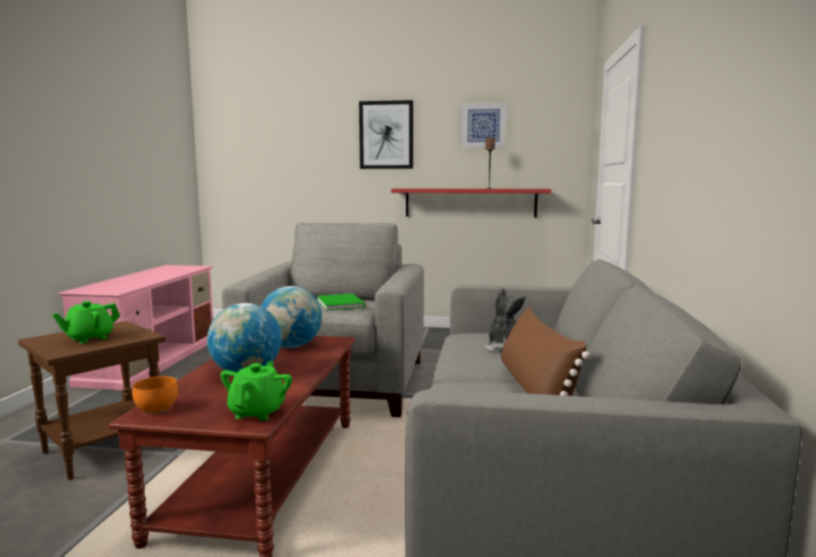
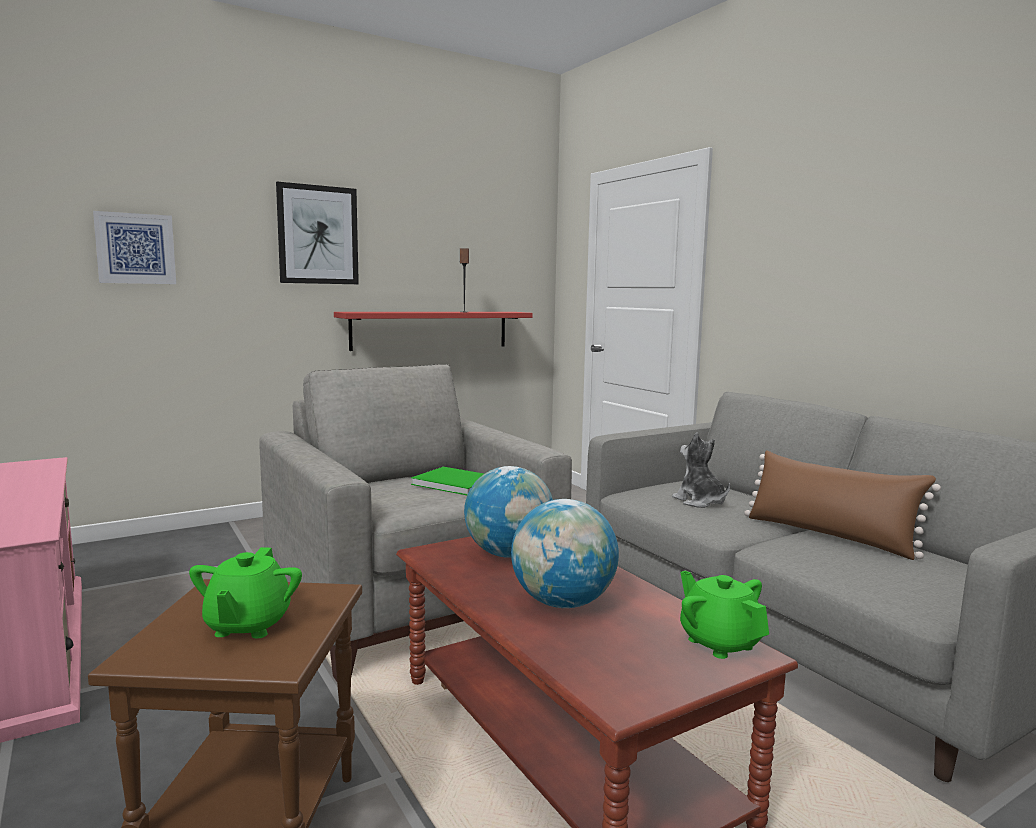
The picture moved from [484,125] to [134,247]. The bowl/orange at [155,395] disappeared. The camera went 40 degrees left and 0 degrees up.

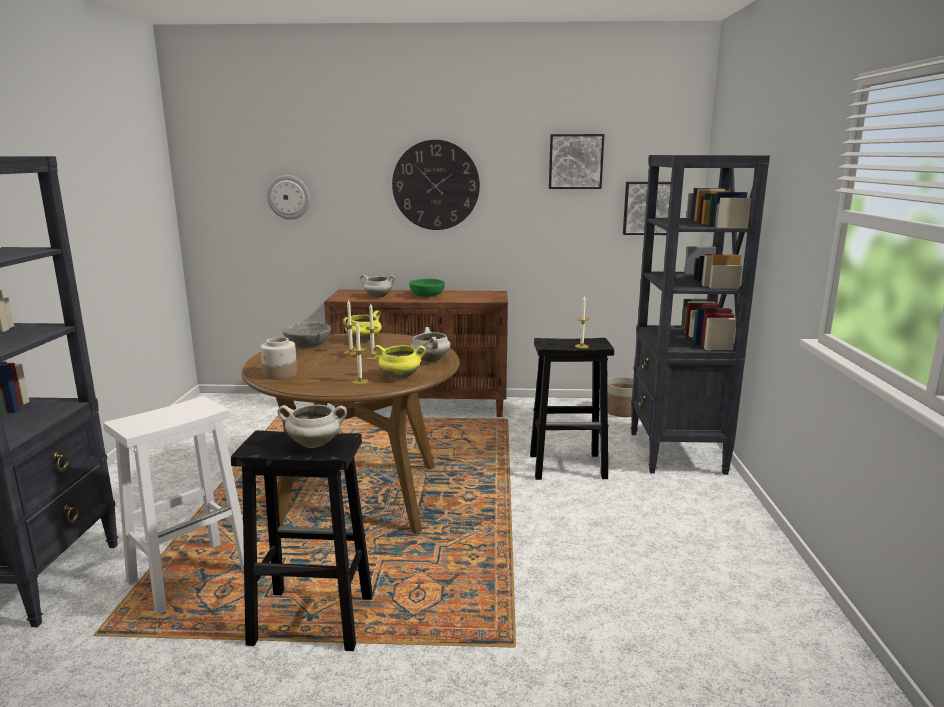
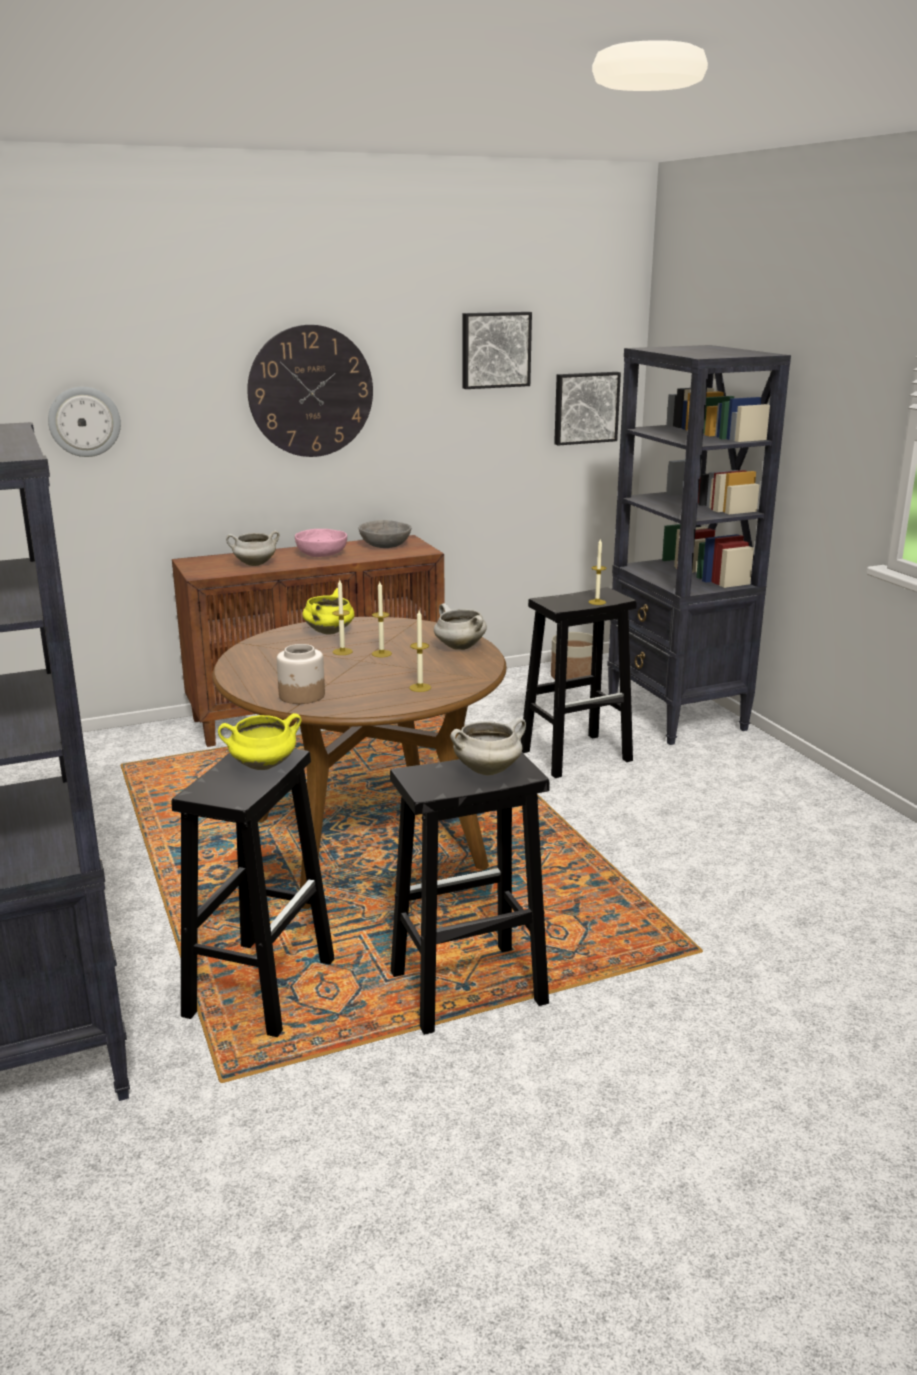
The bowl/green at [427,288] became the bowl/pink at [321,543]. The bowl/grey moved from [307,334] to [385,534]. The cooking pot/yellow moved from [399,362] to [259,741]. The stool/white at [173,505] became the stool/black at [253,893]. The camera went 25 degrees left and 5 degrees up.

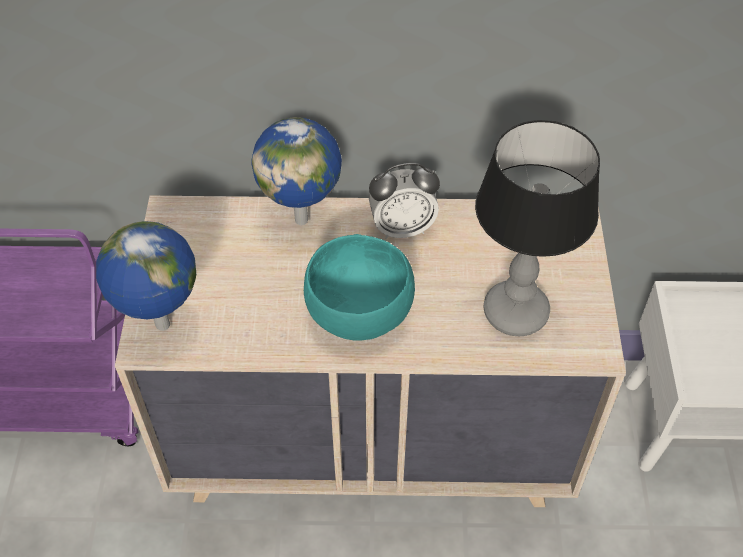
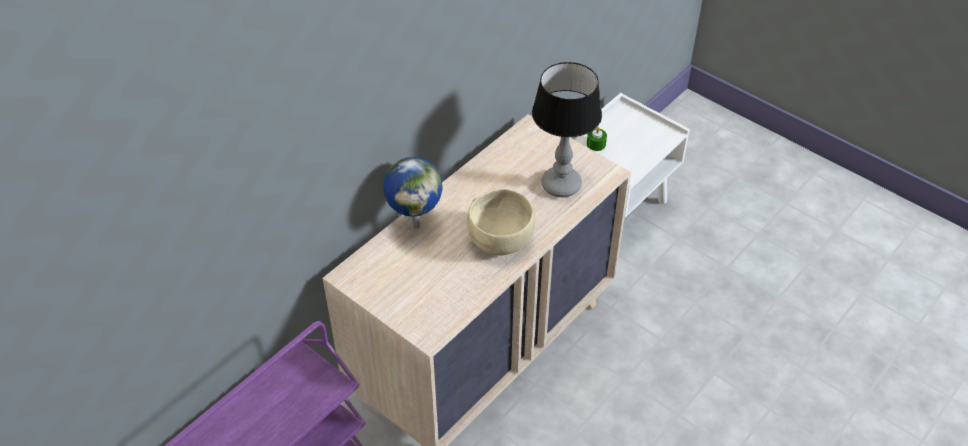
The alarm clock at [404,201] disappeared. The globe at [146,276] disappeared. The bowl/turquoise at [359,287] became the bowl/beige at [501,222]. The candle/green at [597,139] appeared. The camera went 50 degrees left and 5 degrees down.

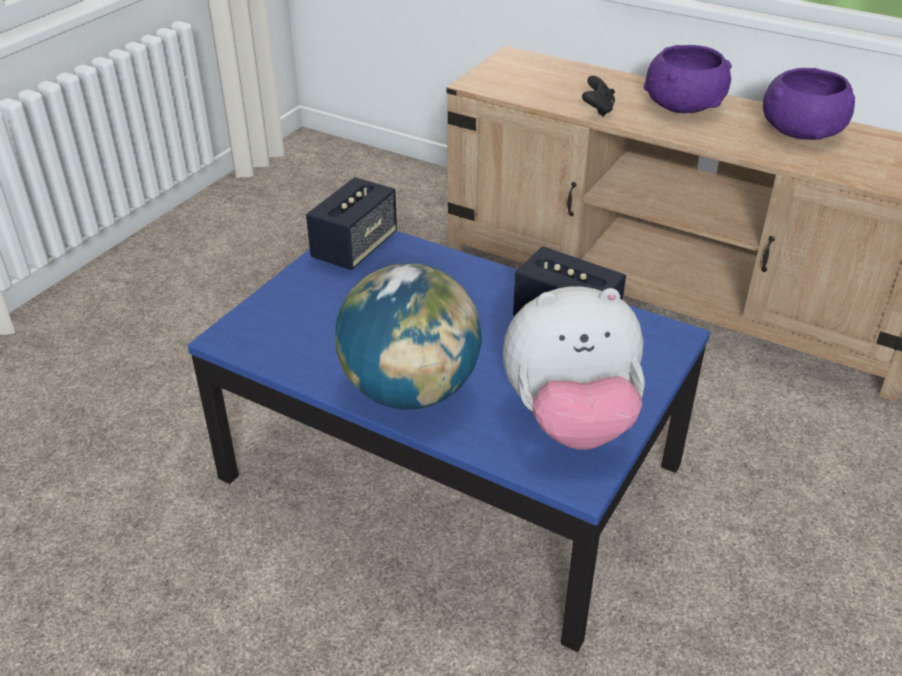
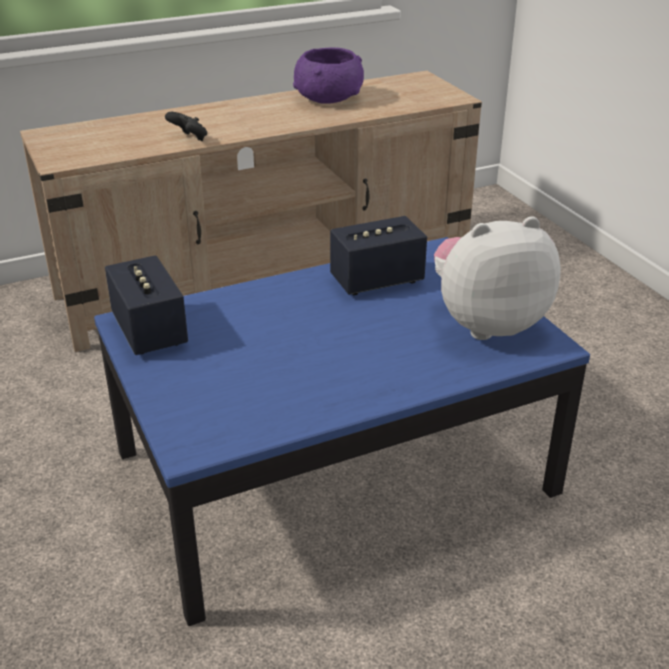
The bowl/purple at [688,79] disappeared. The globe at [408,336] disappeared. The plush toy at [574,368] turned 135 degrees counterclockwise. The camera went 55 degrees left and 5 degrees down.

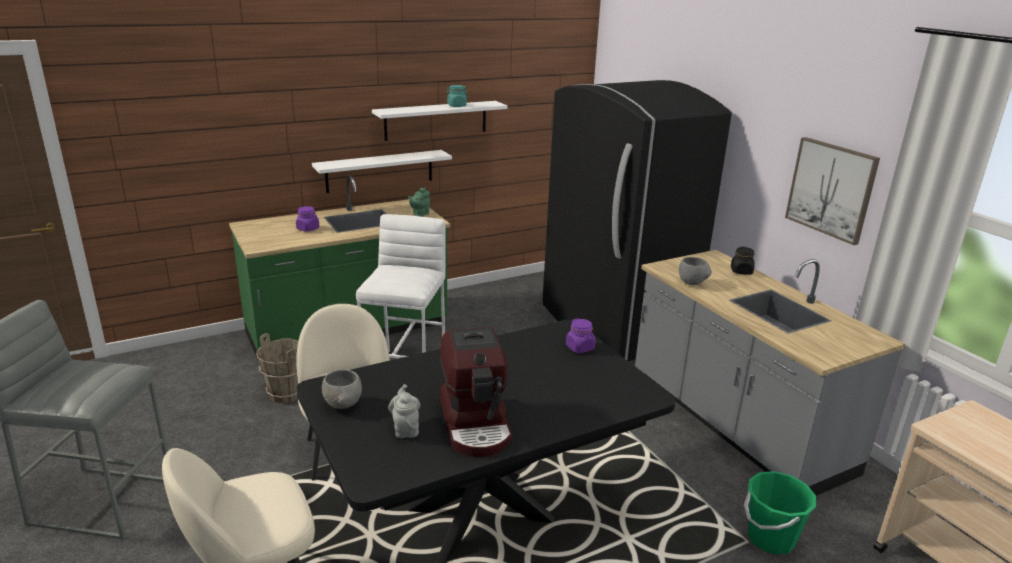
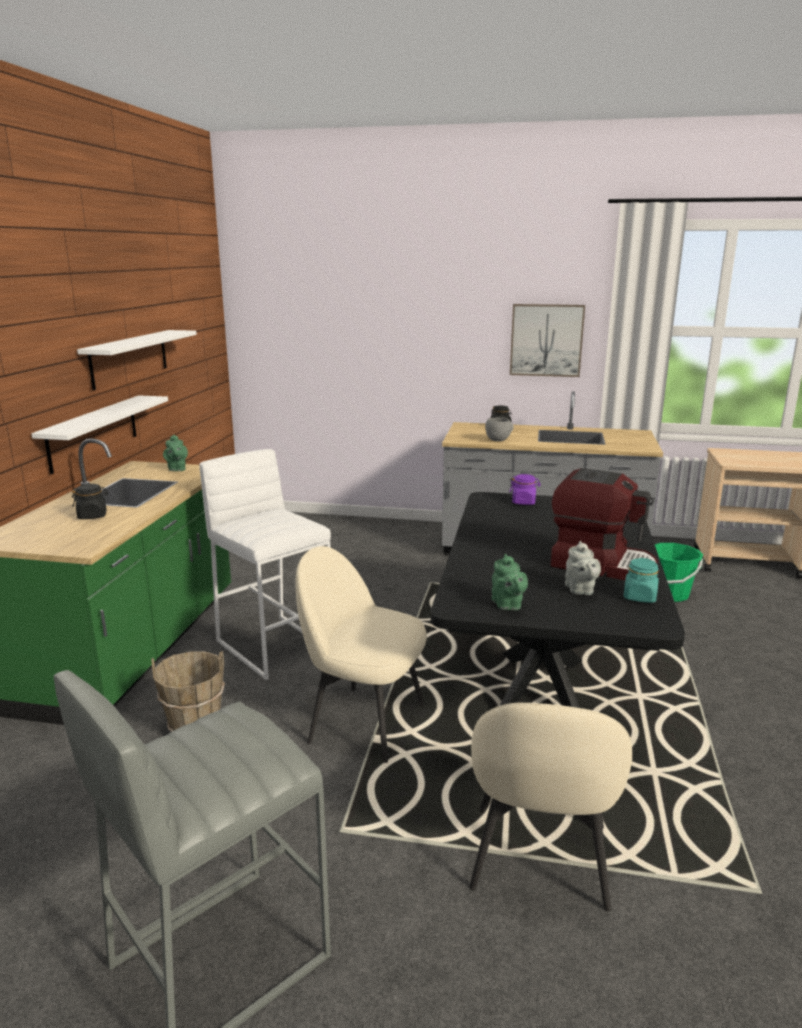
The fridge/black at [637,221] disappeared. The jar/turquoise moved from [457,96] to [641,580]. The jar/purple at [307,219] became the jar/black at [90,501]. The bowl/grey at [342,389] was replaced by the teapot/green at [510,582]. The teapot/grey at [404,411] turned 120 degrees counterclockwise. The camera went 50 degrees left and 5 degrees down.

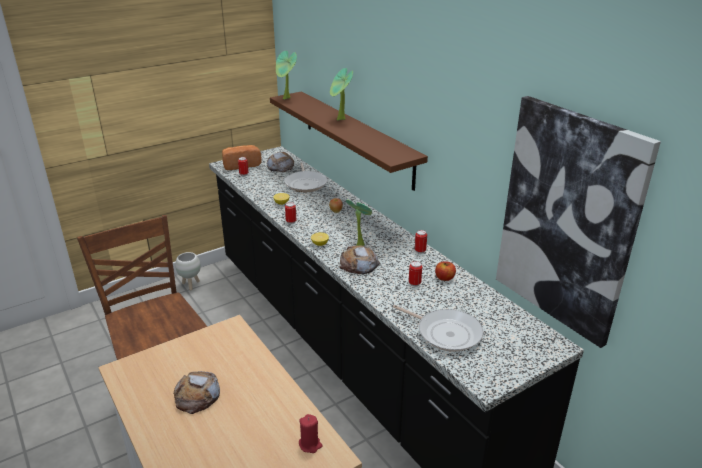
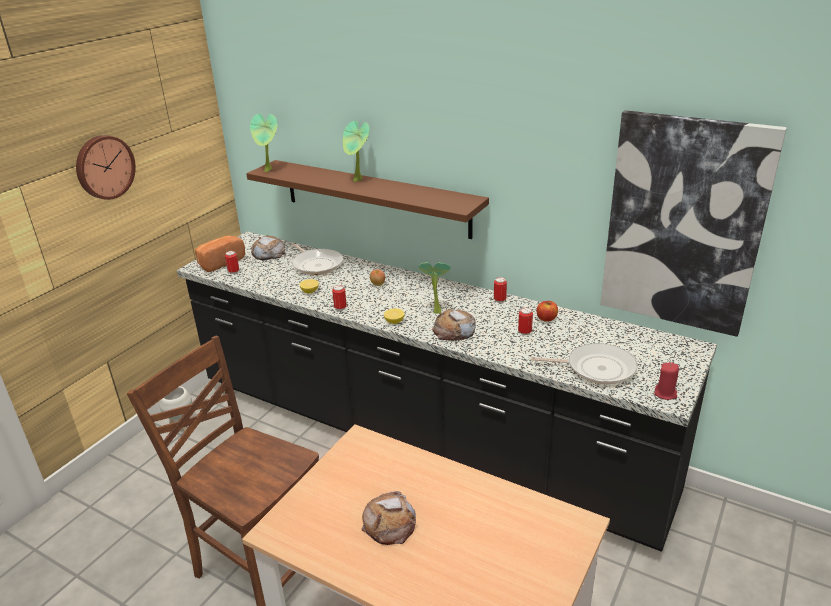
The candle/red moved from [310,433] to [666,381]. The wall clock at [106,167] appeared. The camera went 25 degrees left and 0 degrees up.

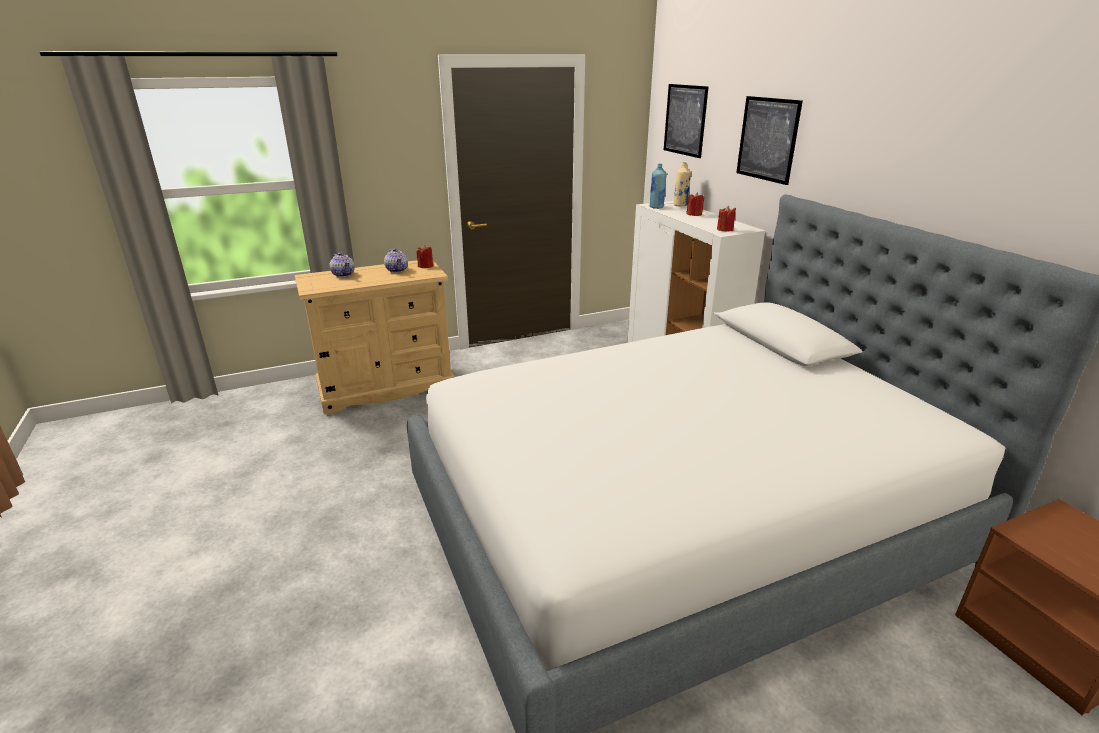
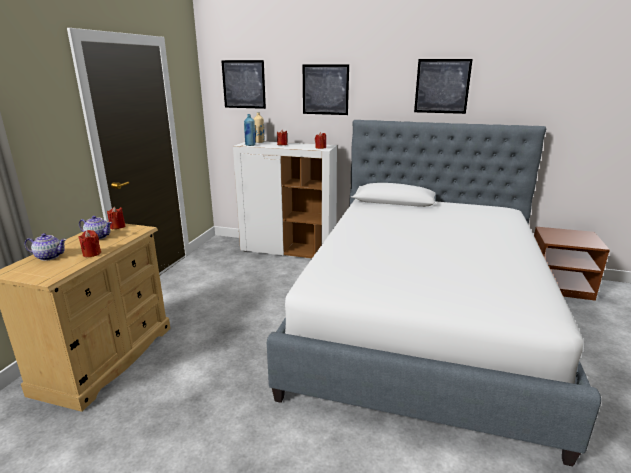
The picture at [443,86] appeared. The candle/red at [89,243] appeared. The camera went 50 degrees left and 5 degrees down.

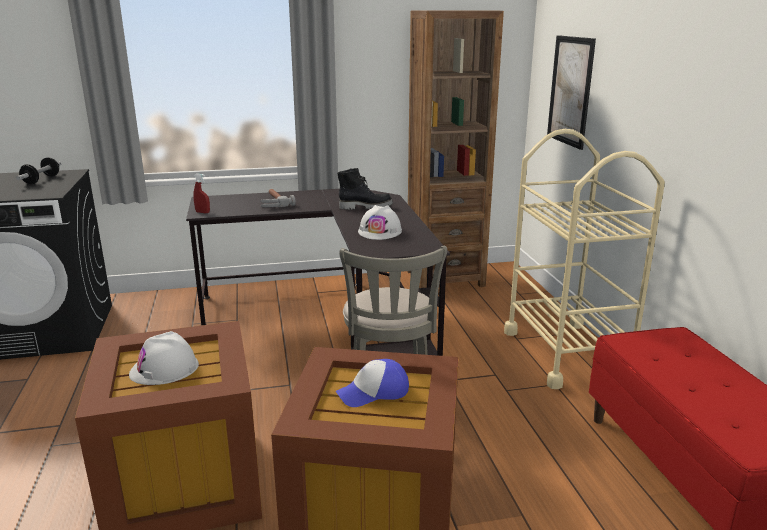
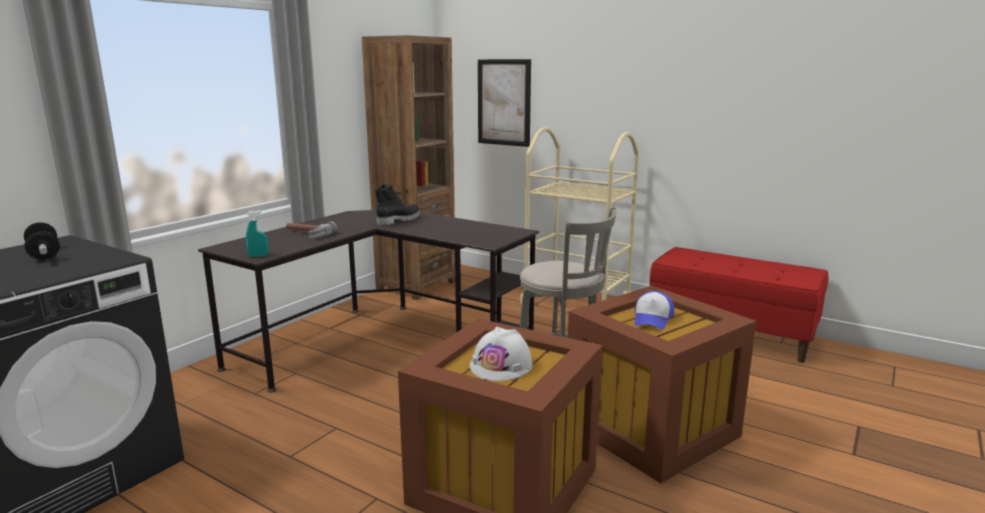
The spray bottle/red at [201,193] became the spray bottle/turquoise at [257,233]. The hard hat/white at [380,222] disappeared. The camera went 45 degrees left and 5 degrees down.

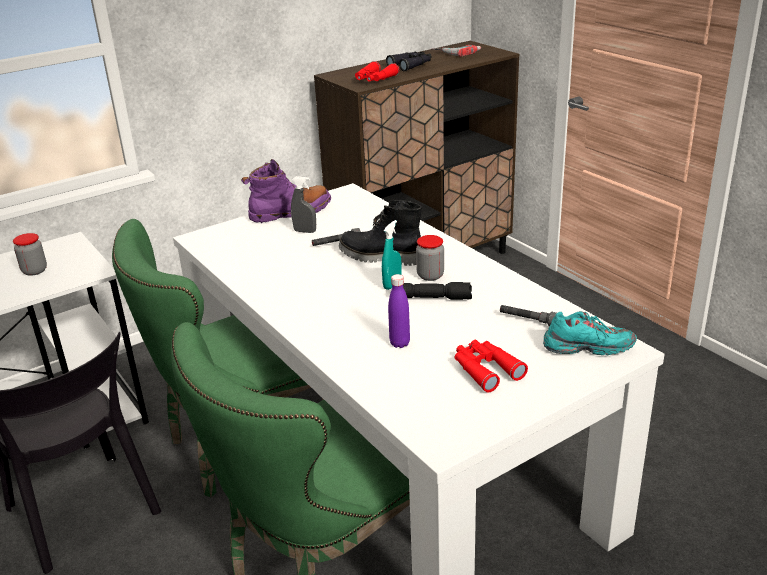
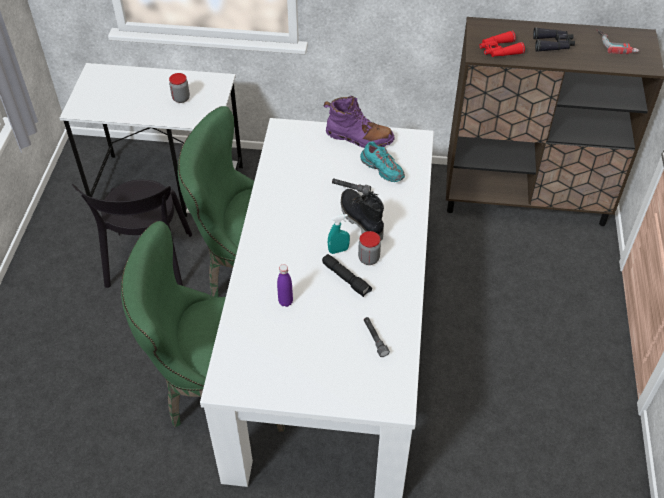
The spray bottle/grey at [303,204] disappeared. The shoe/turquoise moved from [590,333] to [382,161]. The binoculars/red at [491,366] disappeared. The camera went 40 degrees right and 20 degrees up.

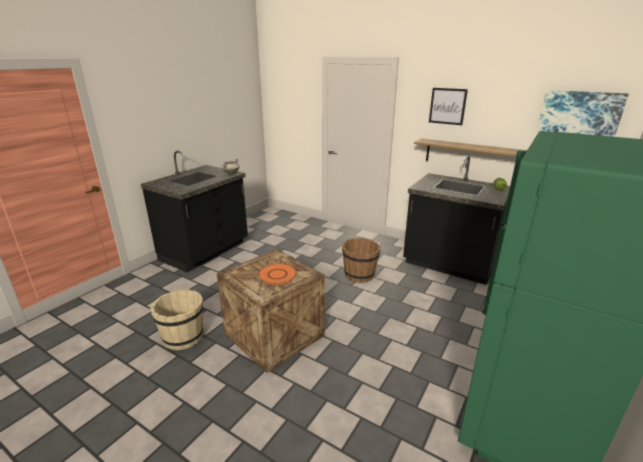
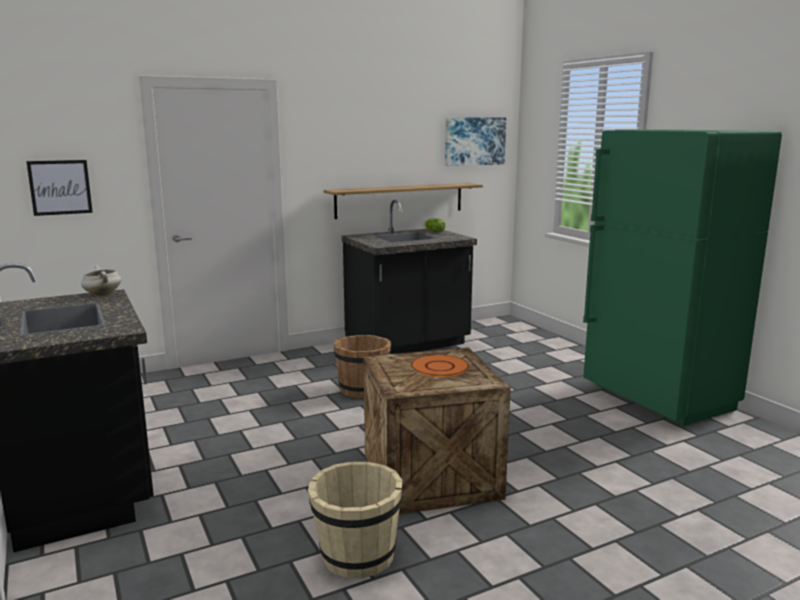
The picture moved from [448,106] to [59,188]. The camera went 60 degrees left and 10 degrees down.

